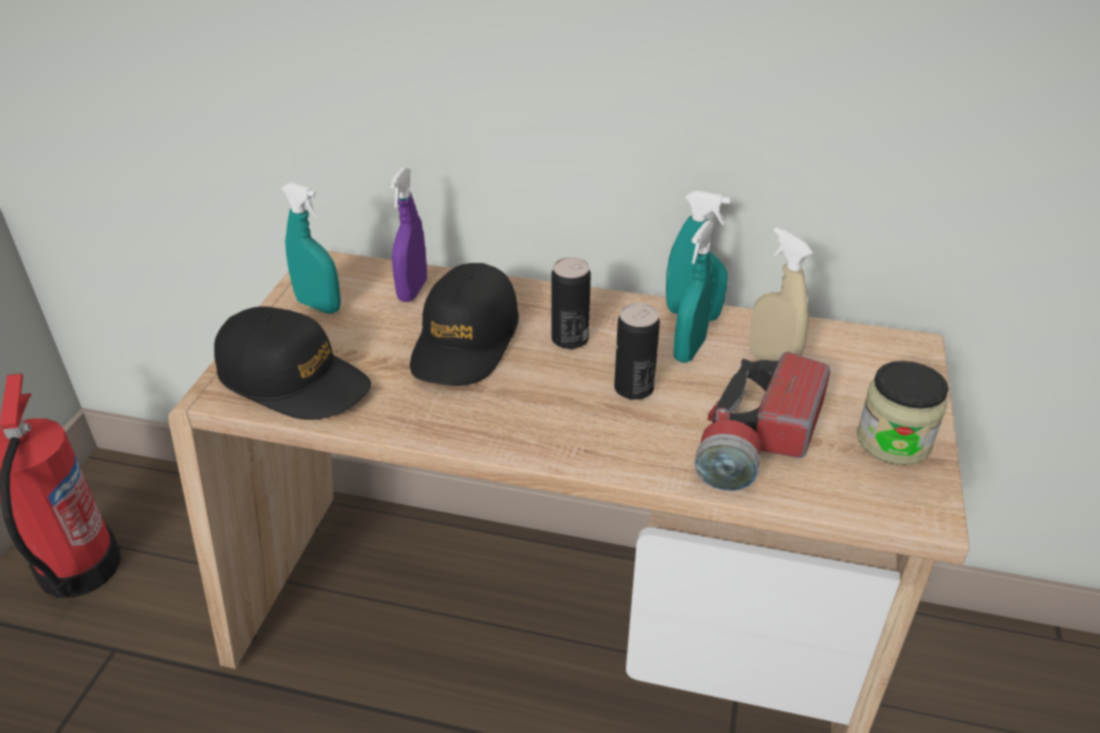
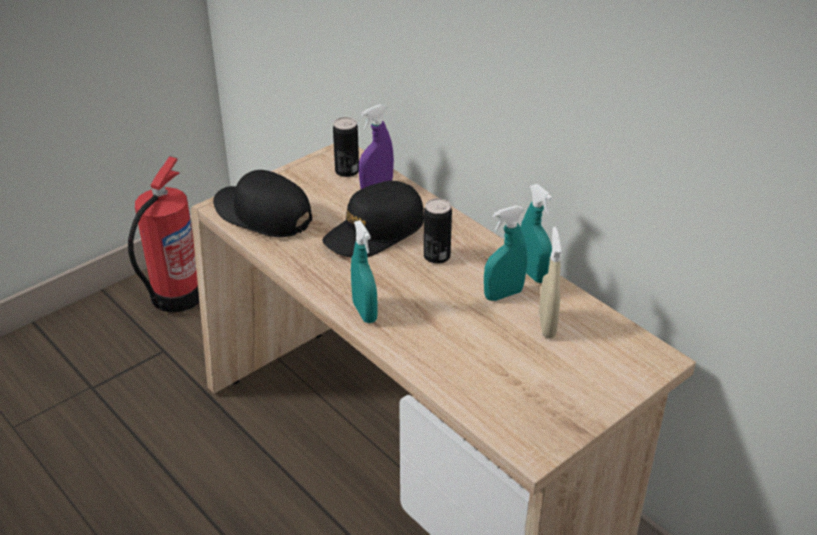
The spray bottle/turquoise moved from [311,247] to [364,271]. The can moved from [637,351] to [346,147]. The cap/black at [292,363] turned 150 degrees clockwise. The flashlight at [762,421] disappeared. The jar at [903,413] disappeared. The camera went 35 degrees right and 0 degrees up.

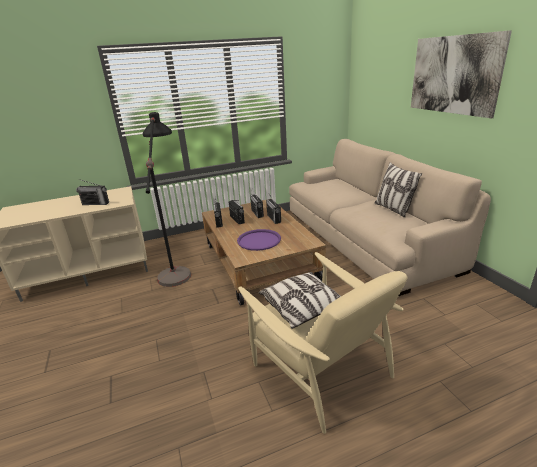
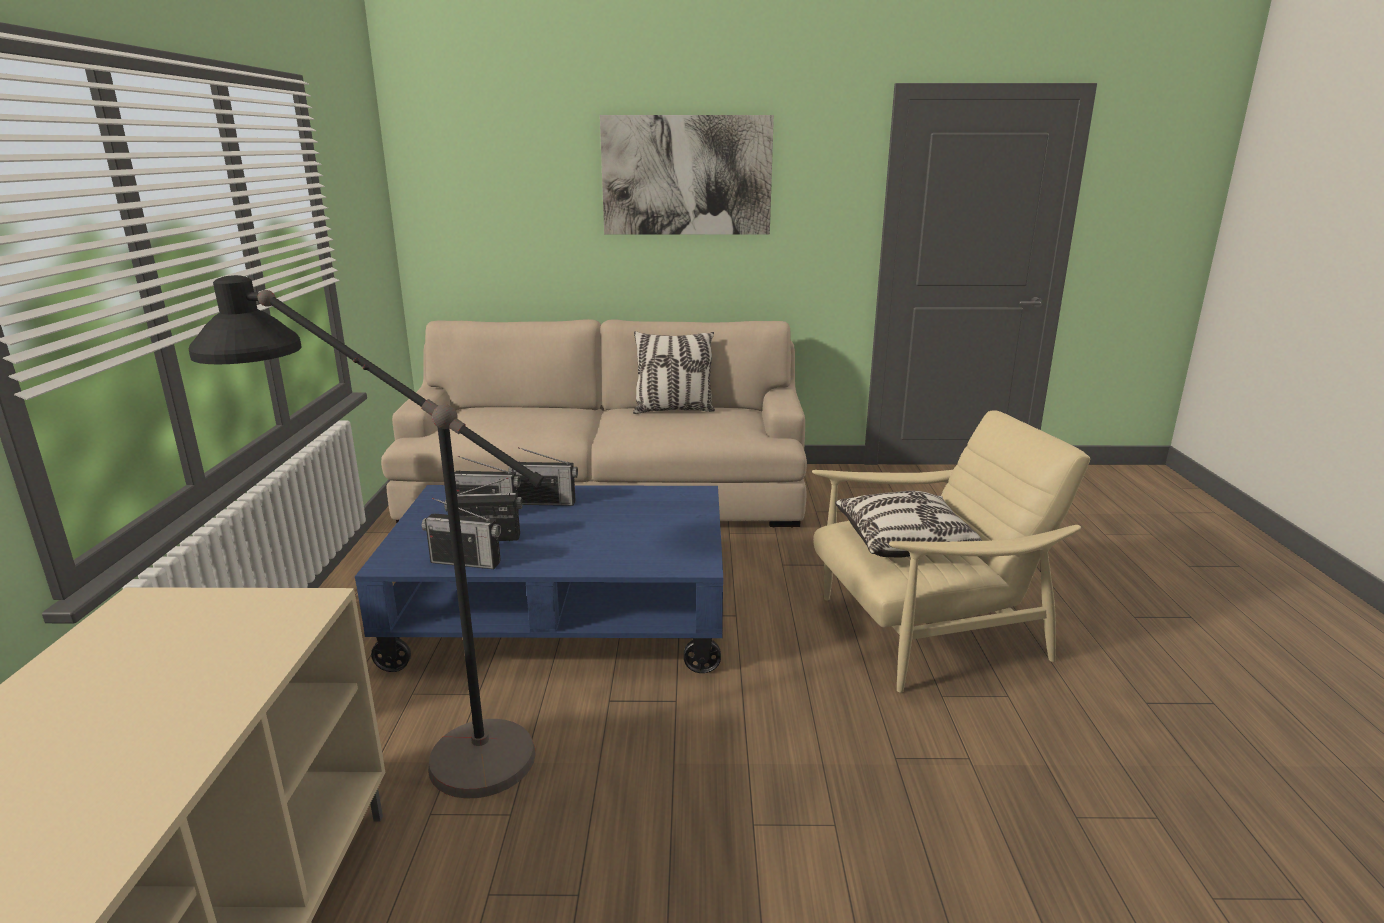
The radio at [92,192] disappeared. The coffee table/brown at [264,252] became the coffee table/blue at [539,579]. The tray/purple at [259,240] disappeared. The camera went 70 degrees left and 5 degrees down.

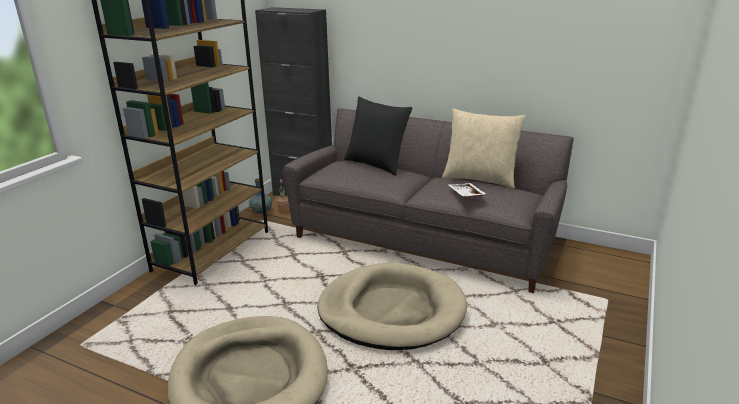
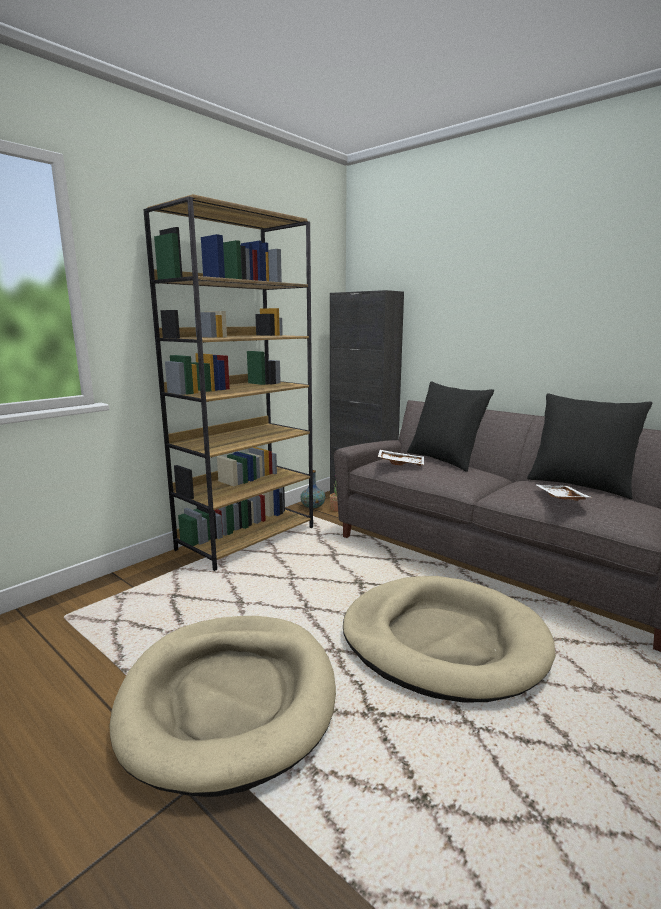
The pillow/beige at [484,149] became the pillow/black at [589,446]. The tray/white at [401,458] appeared. The camera went 15 degrees right and 10 degrees down.

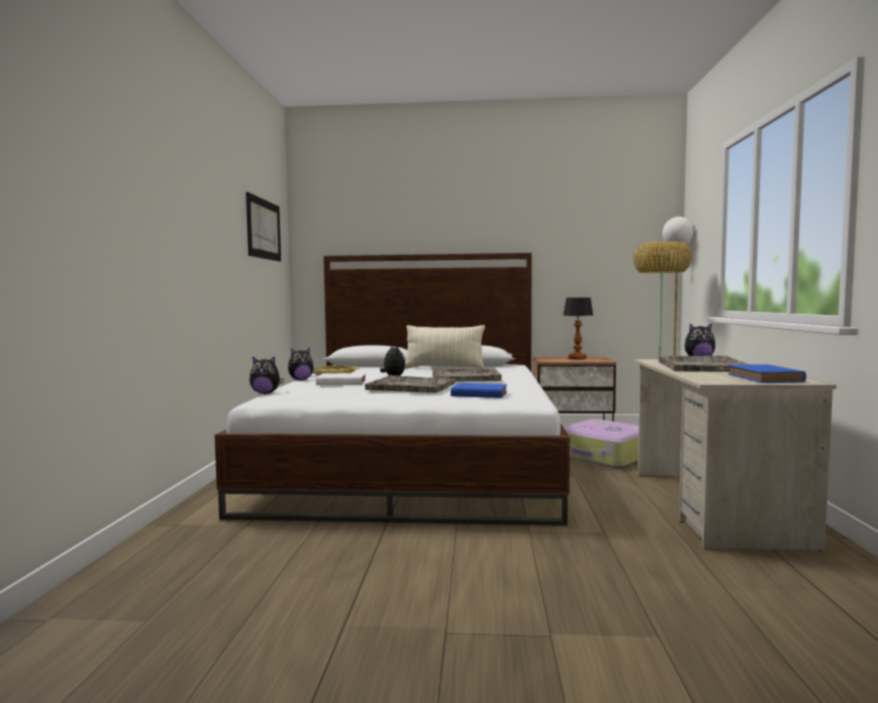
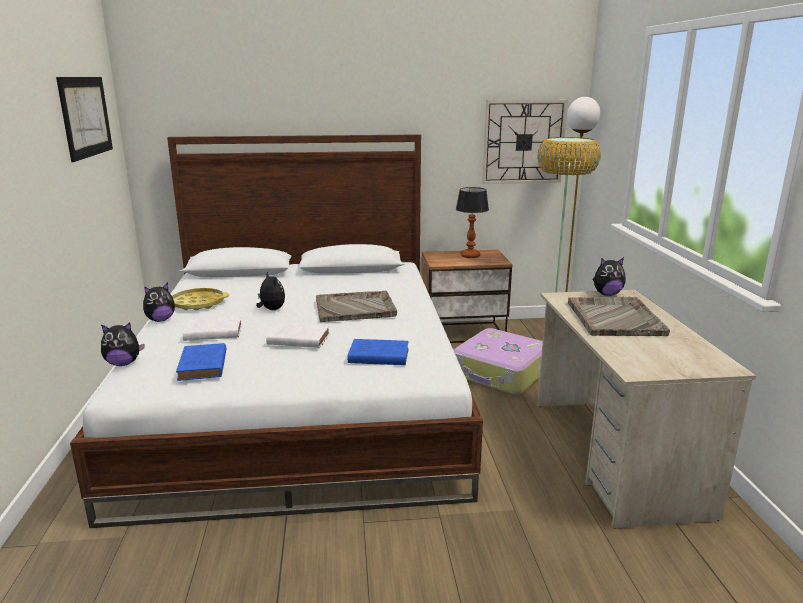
The pillow/beige at [445,347] disappeared. The book/blue moved from [767,373] to [201,362]. The tray/grey at [410,384] was replaced by the book/white at [298,335]. The wall clock at [525,142] appeared. The camera went 10 degrees left and 15 degrees up.

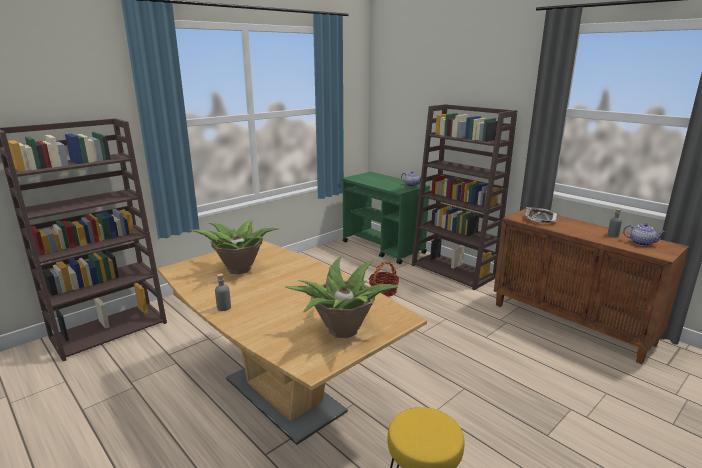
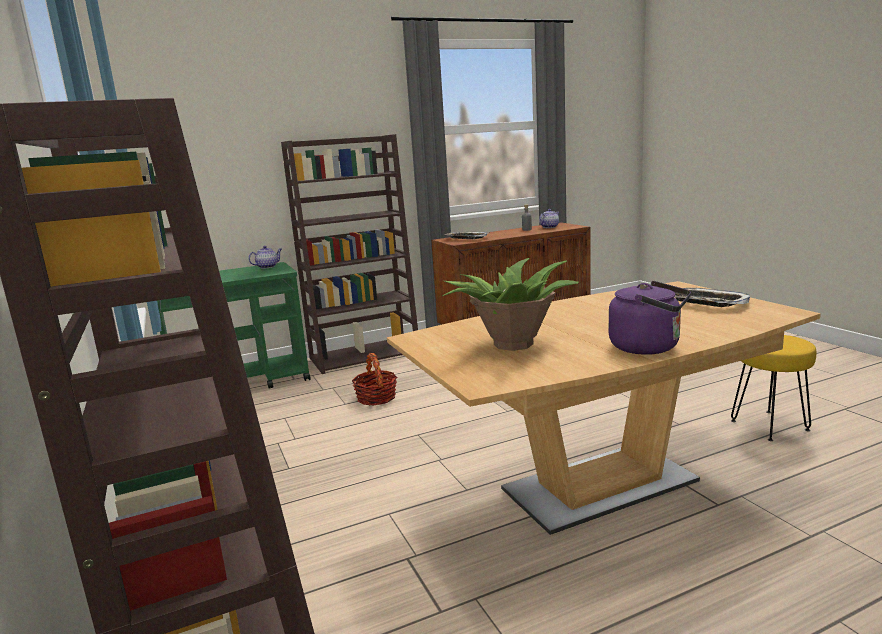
The potted plant at [341,297] was replaced by the tray at [712,297]. The bottle/grey at [223,292] was replaced by the kettle/purple at [650,318]. The camera went 70 degrees left and 5 degrees down.

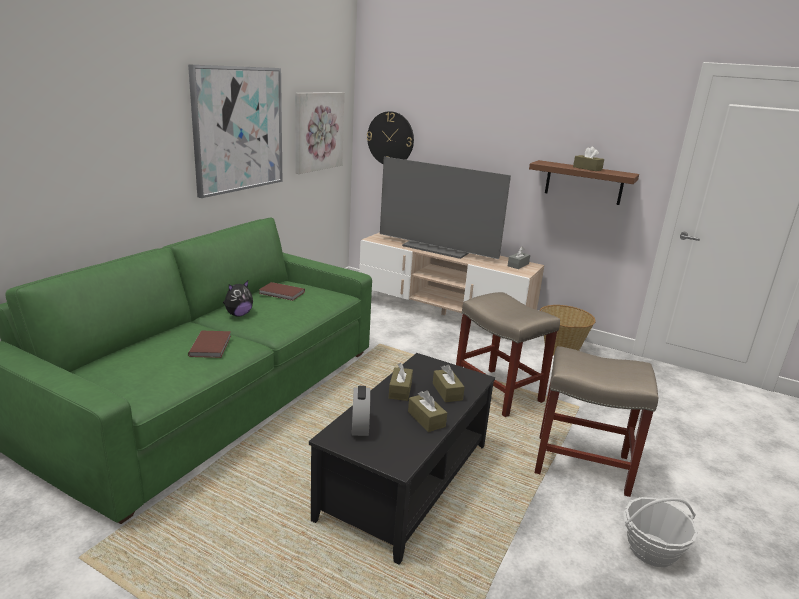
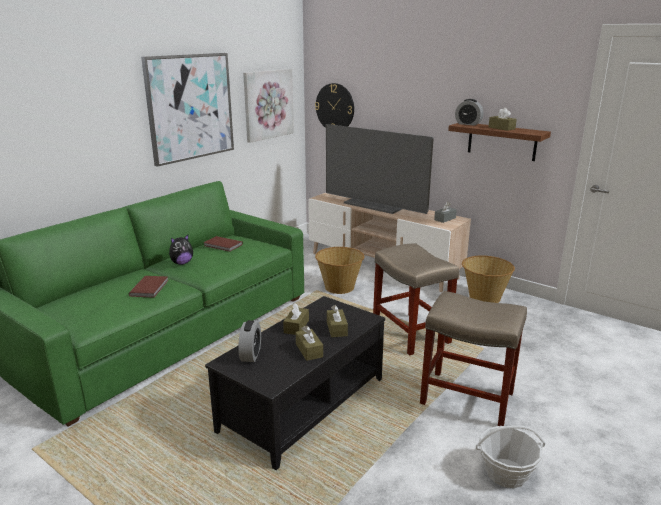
The alarm clock at [469,112] appeared. The basket at [339,270] appeared. The camera went 10 degrees right and 0 degrees up.

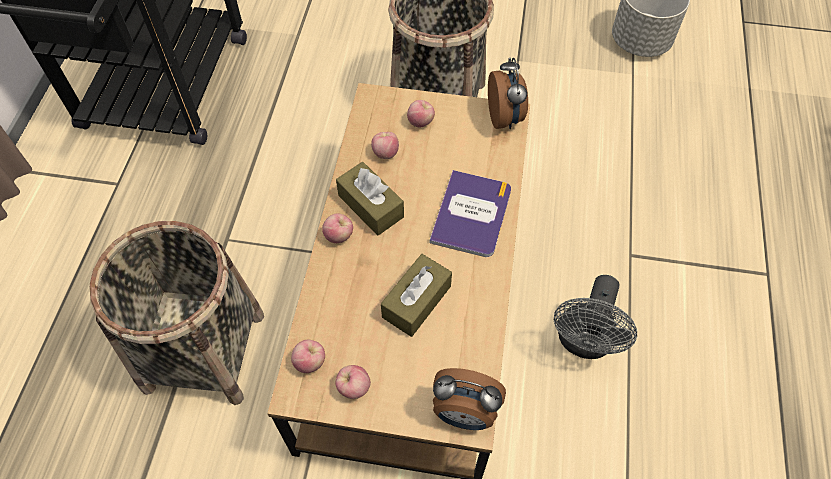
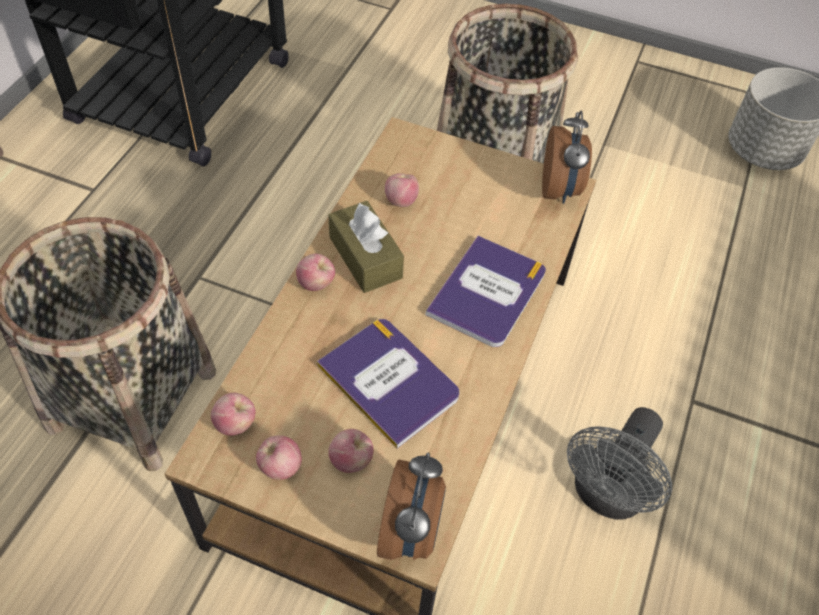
The apple moved from [421,114] to [350,451]. The tissue box/brown at [416,295] was replaced by the book at [388,383]. The alarm clock at [469,399] turned 105 degrees counterclockwise. The camera went 10 degrees right and 5 degrees down.

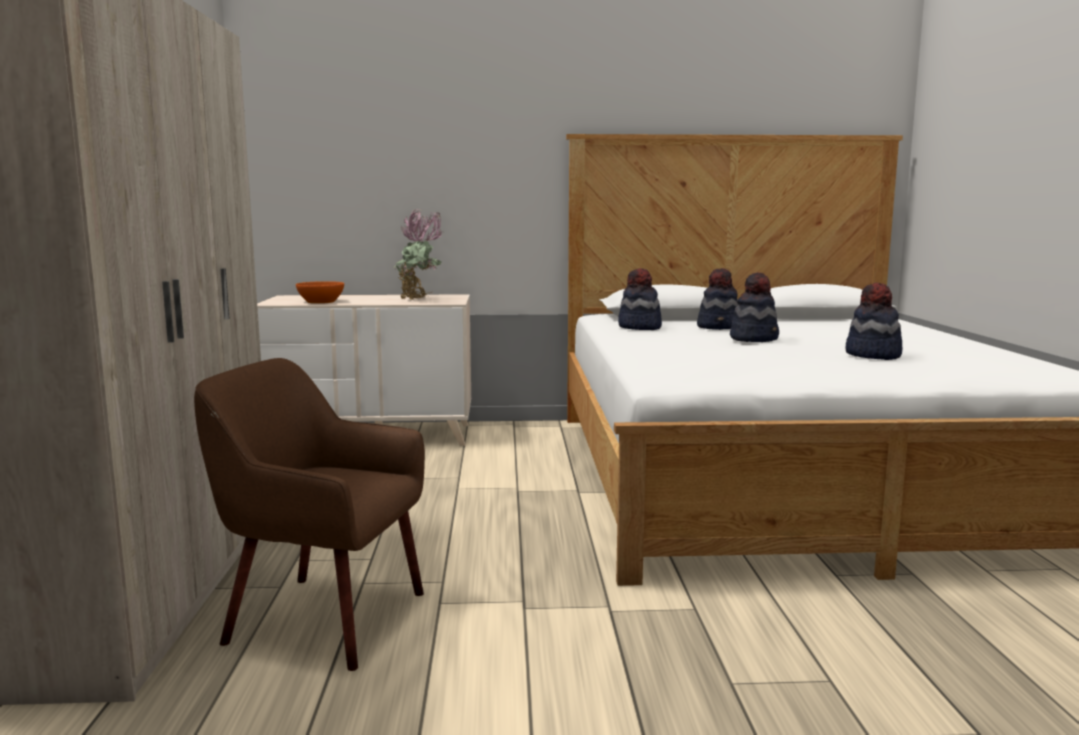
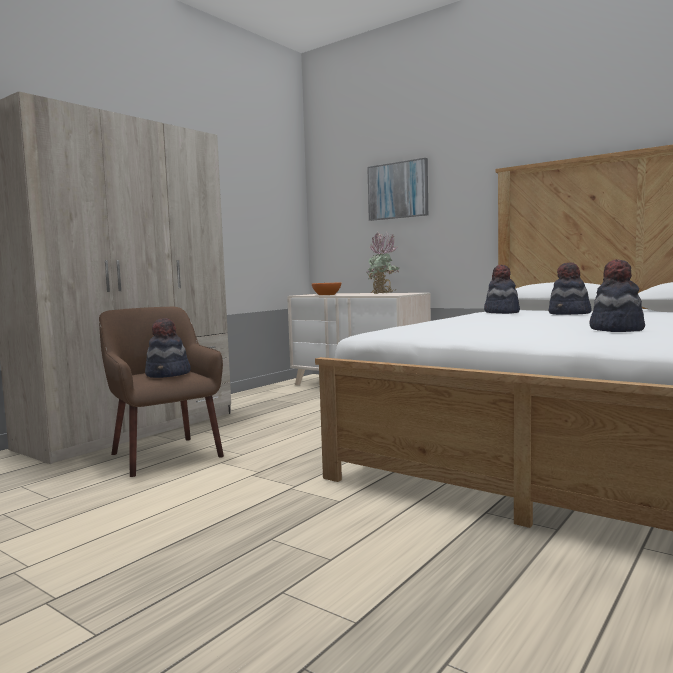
The hat moved from [754,307] to [168,348]. The picture at [397,189] appeared. The camera went 40 degrees right and 5 degrees down.

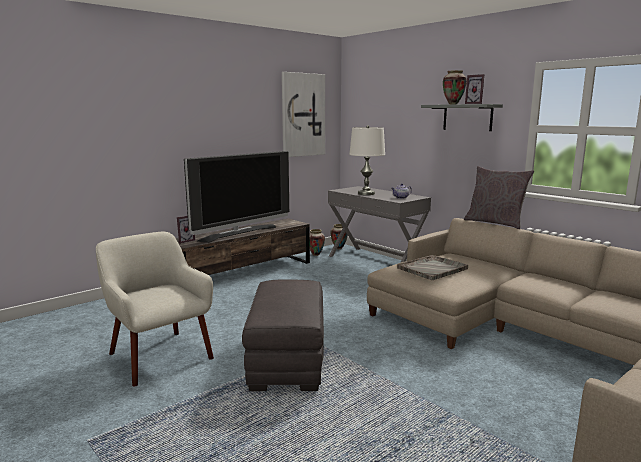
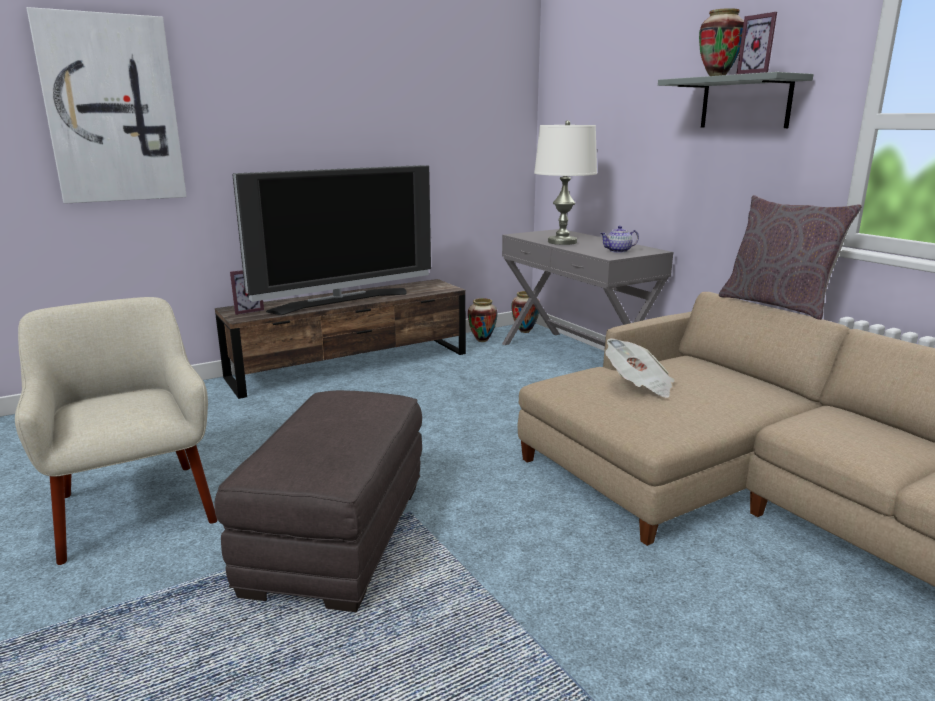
The picture moved from [303,114] to [106,105]. The tray/grey at [432,267] was replaced by the newspaper at [639,368]. The camera went 10 degrees right and 5 degrees up.

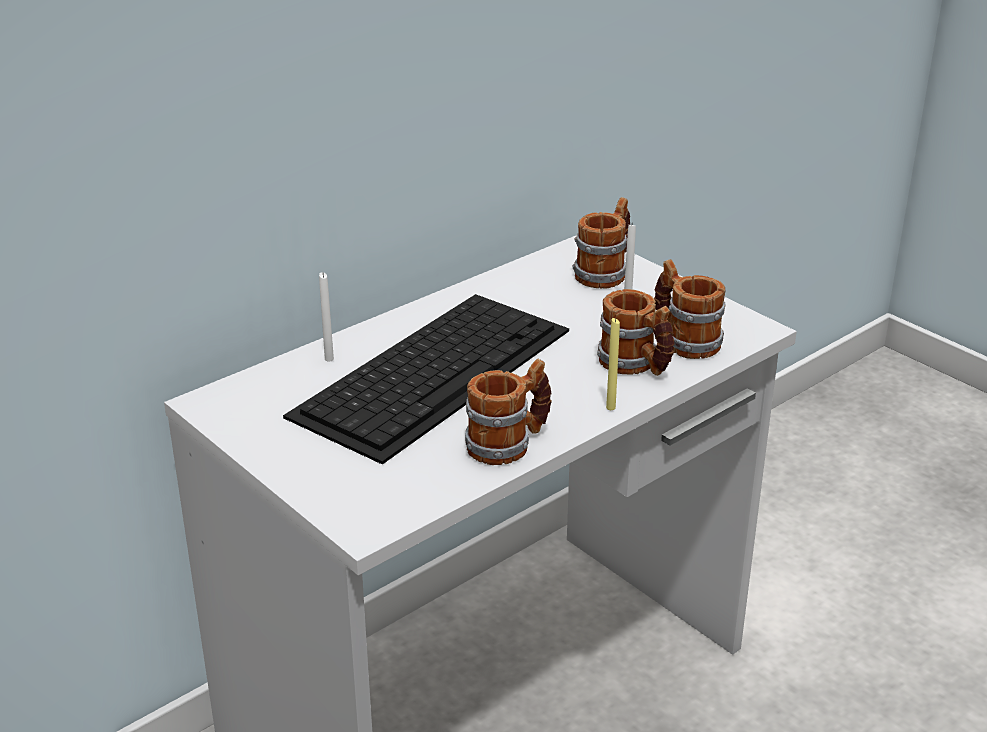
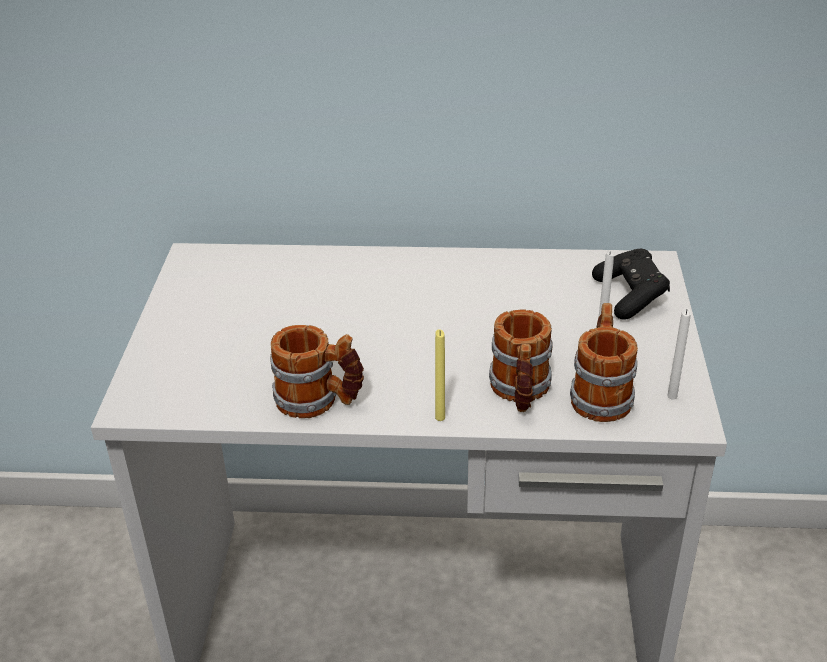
The mug at [601,243] was replaced by the game controller/black at [631,284]. The candle/white moved from [326,317] to [679,354]. The keyboard at [426,379] disappeared. The camera went 45 degrees right and 5 degrees up.

